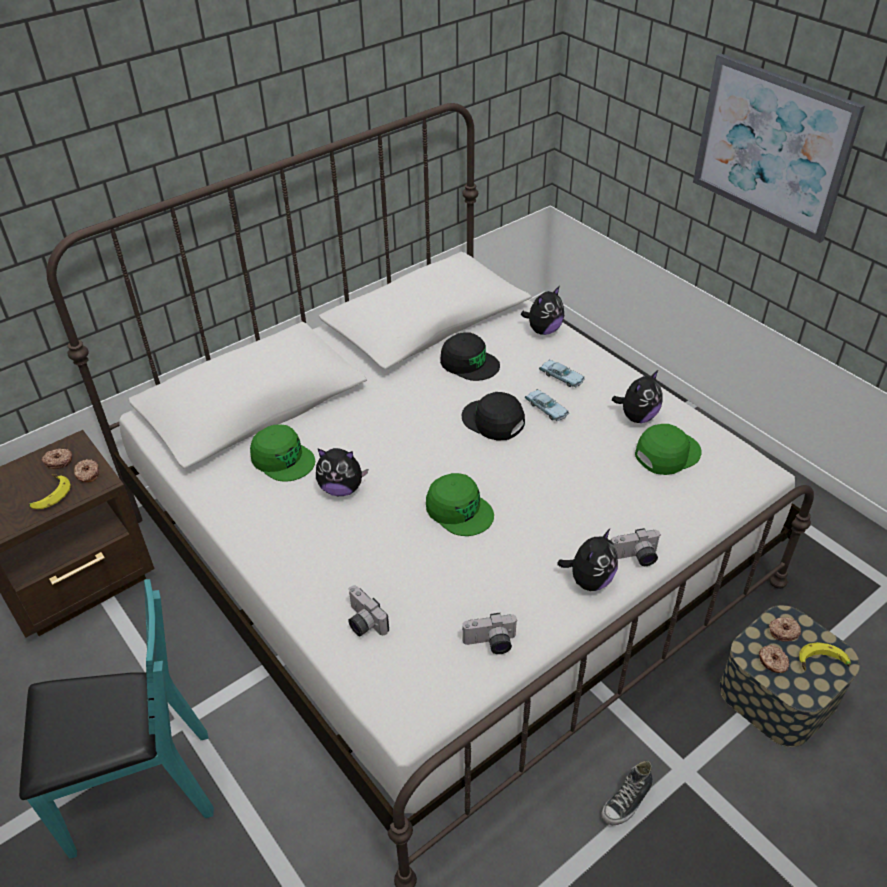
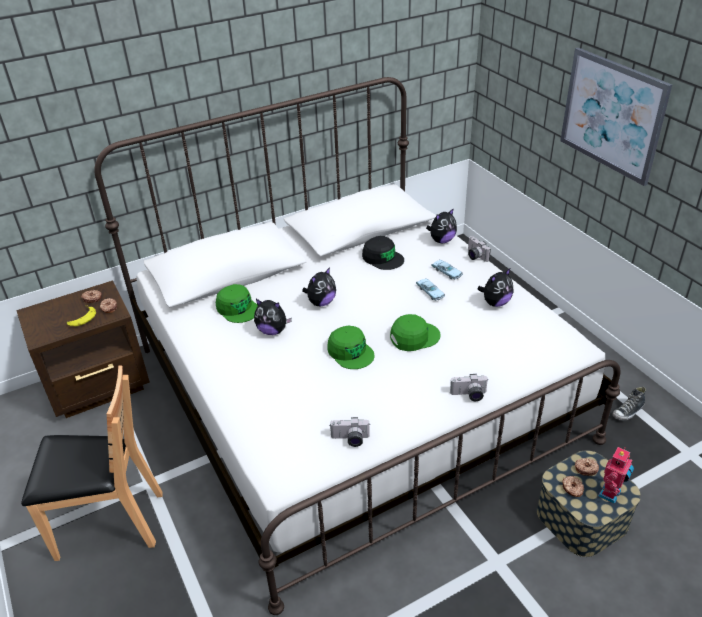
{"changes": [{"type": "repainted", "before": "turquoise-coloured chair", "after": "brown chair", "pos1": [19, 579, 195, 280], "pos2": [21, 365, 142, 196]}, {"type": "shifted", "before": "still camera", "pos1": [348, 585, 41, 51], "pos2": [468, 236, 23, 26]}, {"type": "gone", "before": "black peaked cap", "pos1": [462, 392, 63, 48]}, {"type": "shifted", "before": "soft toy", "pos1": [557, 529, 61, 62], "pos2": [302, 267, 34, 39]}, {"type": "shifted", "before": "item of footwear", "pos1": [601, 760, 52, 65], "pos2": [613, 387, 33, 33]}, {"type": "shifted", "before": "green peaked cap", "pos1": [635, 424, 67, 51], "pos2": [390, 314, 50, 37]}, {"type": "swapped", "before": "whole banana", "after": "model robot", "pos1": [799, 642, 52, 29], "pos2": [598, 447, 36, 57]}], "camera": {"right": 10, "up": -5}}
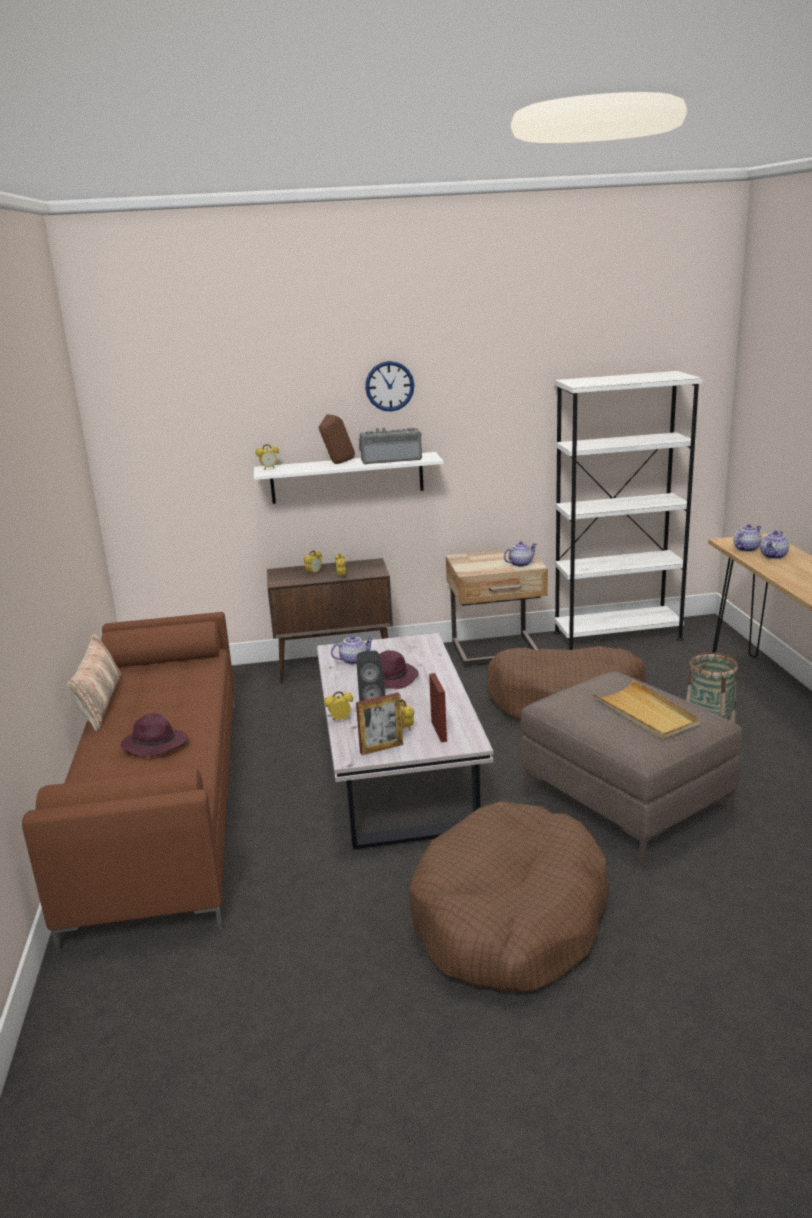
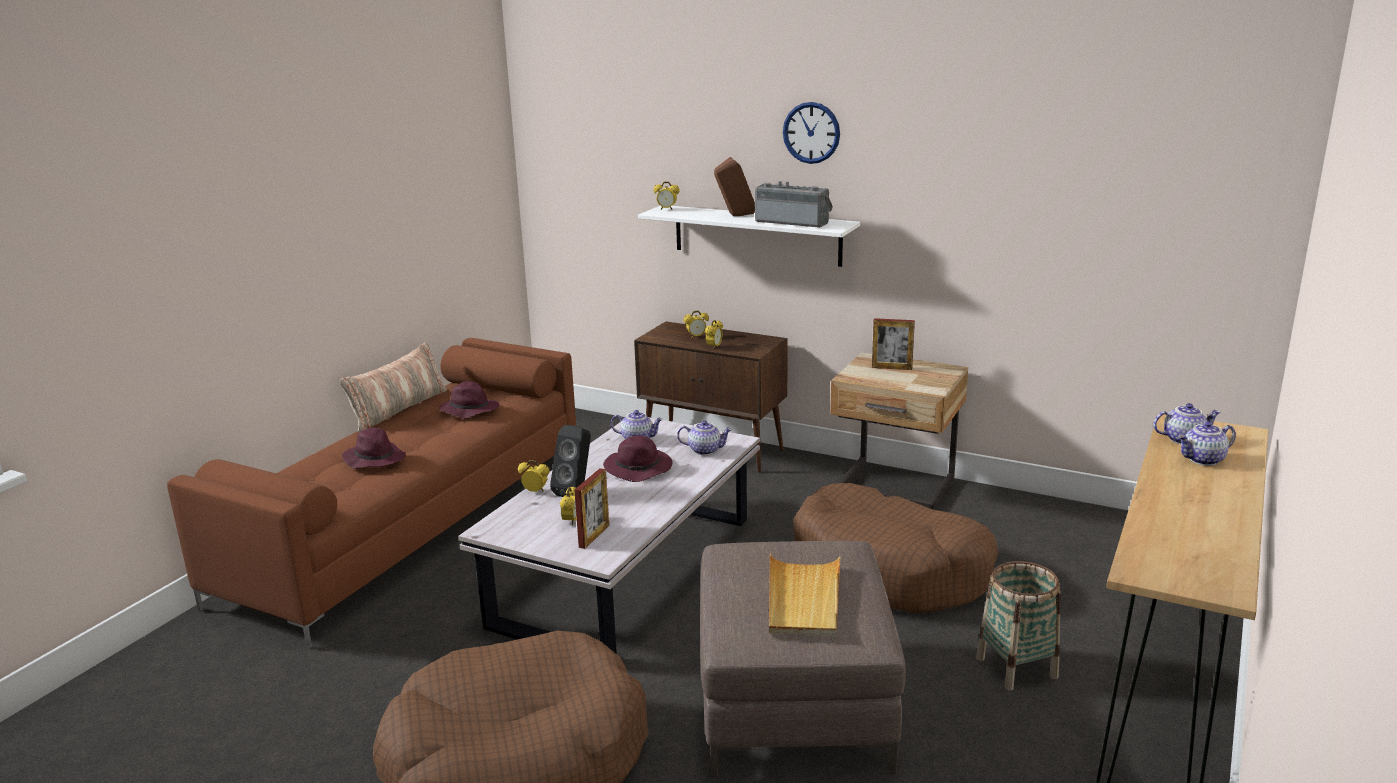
{"changes": [{"type": "shifted", "before": "standing frame", "pos1": [356, 693, 47, 62], "pos2": [872, 318, 43, 52]}, {"type": "shifted", "before": "pot for tea", "pos1": [504, 541, 33, 26], "pos2": [677, 420, 55, 35]}, {"type": "gone", "before": "white bookcase", "pos1": [554, 371, 149, 279]}, {"type": "new", "after": "purple hat", "pos2": [439, 381, 61, 38]}], "camera": {"right": 35, "up": 0}}
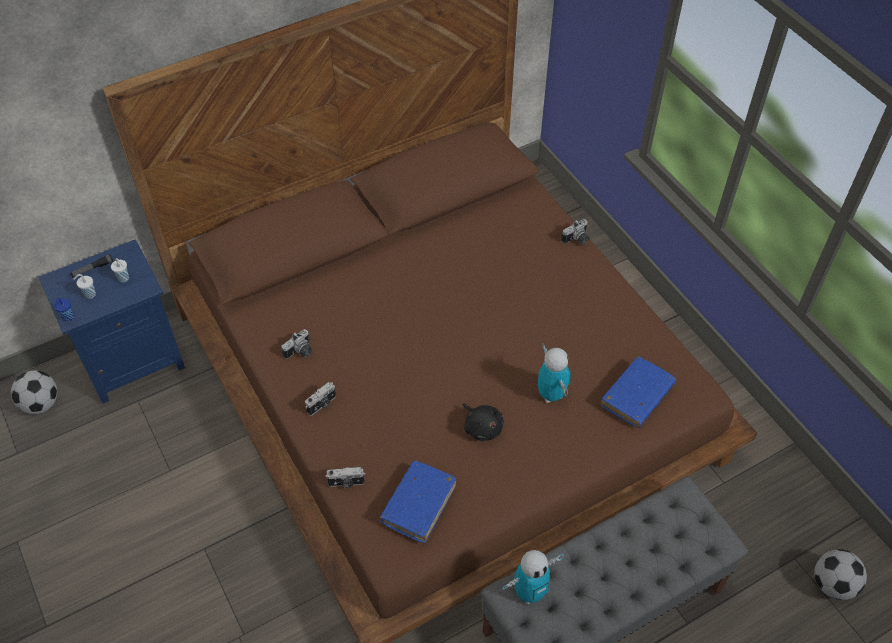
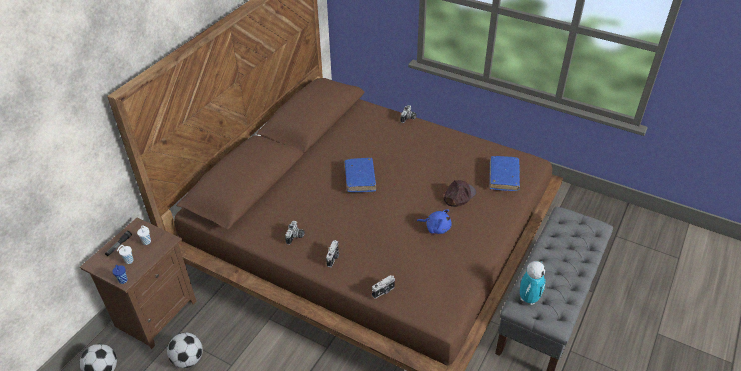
{"changes": [{"type": "repainted", "before": "bluish night table", "after": "brown night table", "pos1": [38, 239, 147, 165], "pos2": [80, 218, 116, 131]}, {"type": "shifted", "before": "bluish book", "pos1": [380, 461, 76, 82], "pos2": [345, 158, 31, 34]}, {"type": "repainted", "before": "black soft toy", "after": "bluish soft toy", "pos1": [463, 403, 41, 38], "pos2": [417, 209, 35, 25]}, {"type": "swapped", "before": "model robot", "after": "brown peaked cap", "pos1": [538, 344, 33, 59], "pos2": [444, 180, 32, 27]}, {"type": "shifted", "before": "ball for football", "pos1": [814, 549, 53, 51], "pos2": [167, 333, 36, 35]}], "camera": {"right": -30, "up": -10}}
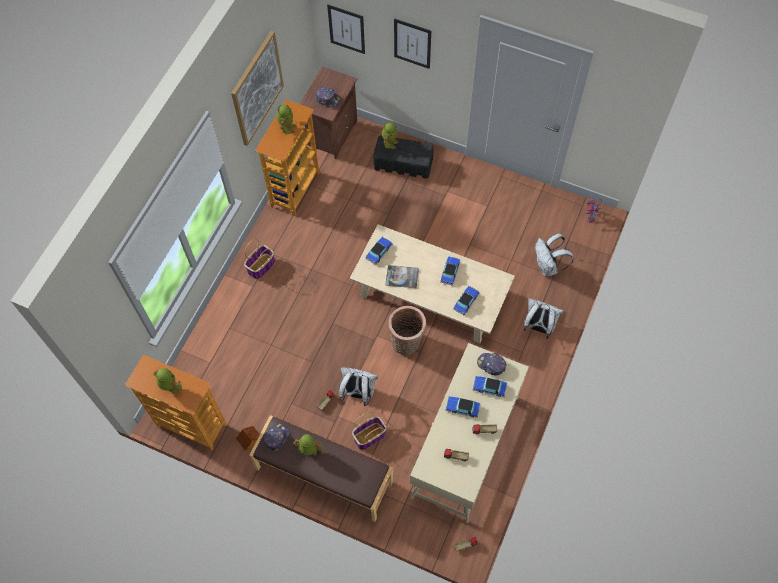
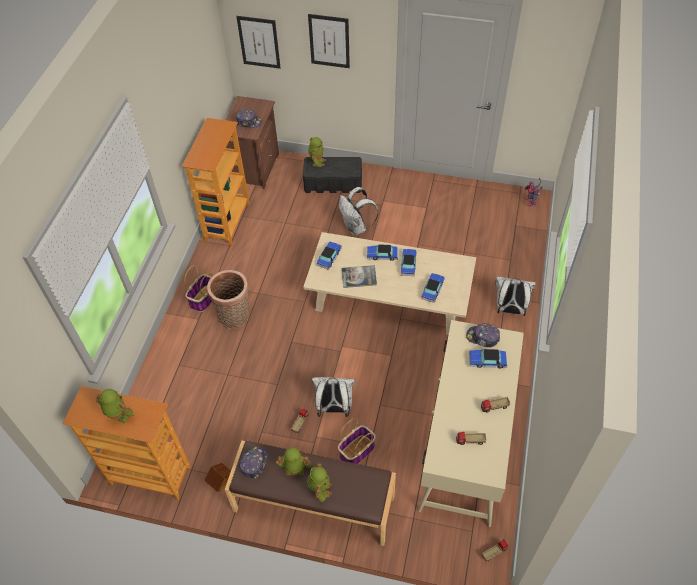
{"changes": [{"type": "gone", "before": "picture", "pos1": [231, 31, 53, 115]}, {"type": "shifted", "before": "model robot", "pos1": [277, 105, 20, 30], "pos2": [307, 463, 25, 39]}, {"type": "shifted", "before": "basket", "pos1": [388, 306, 38, 49], "pos2": [207, 270, 42, 59]}, {"type": "shifted", "before": "model car", "pos1": [446, 396, 34, 22], "pos2": [367, 245, 31, 16]}, {"type": "shifted", "before": "white backpack", "pos1": [535, 233, 38, 43], "pos2": [339, 187, 39, 48]}], "camera": {"right": -10, "up": -10}}
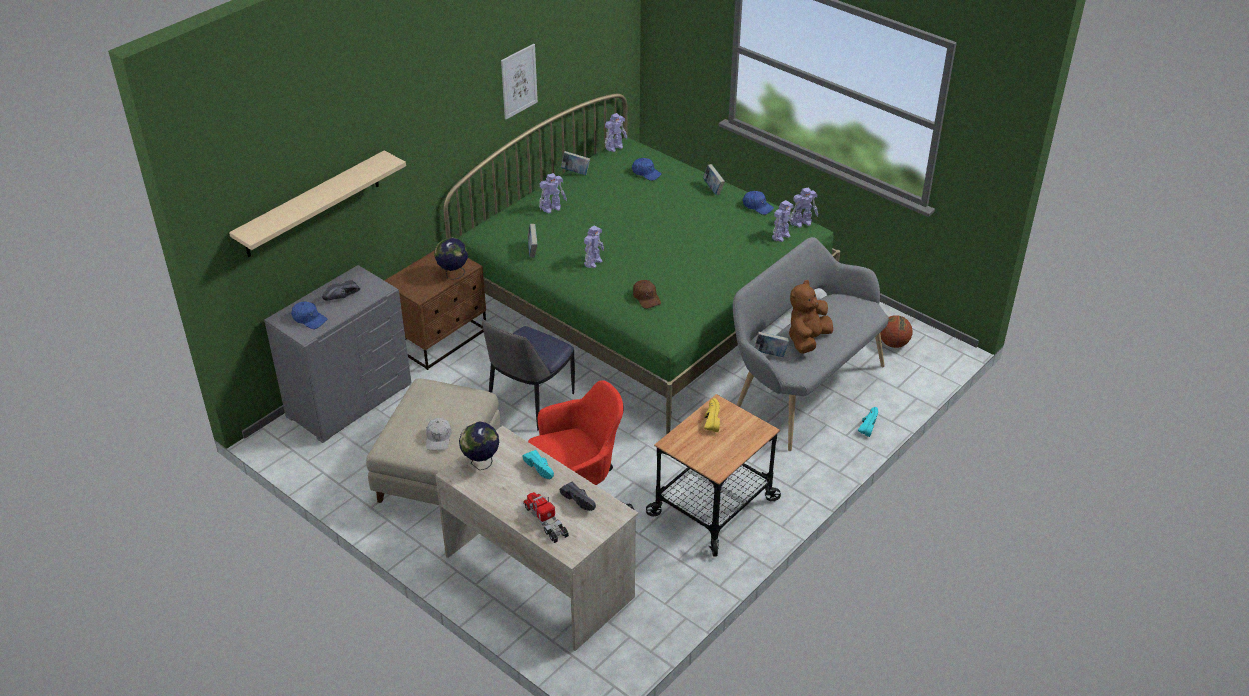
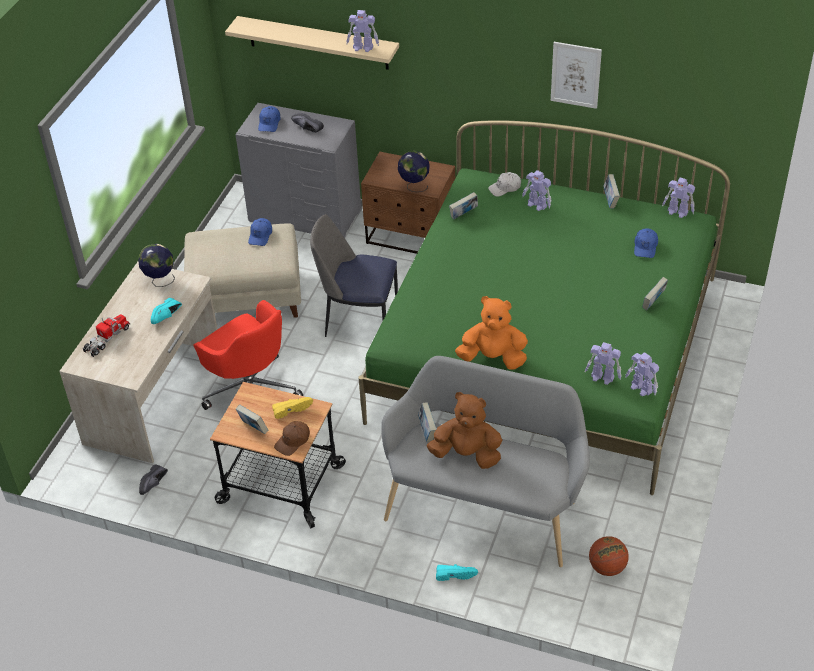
{"changes": [{"type": "shifted", "before": "white peaked cap", "pos1": [426, 418, 26, 32], "pos2": [488, 172, 33, 25]}, {"type": "shifted", "before": "black item of footwear", "pos1": [560, 482, 36, 29], "pos2": [139, 464, 29, 31]}, {"type": "shifted", "before": "model robot", "pos1": [584, 225, 20, 43], "pos2": [346, 10, 33, 42]}, {"type": "shifted", "before": "brown peaked cap", "pos1": [633, 280, 28, 29], "pos2": [274, 421, 36, 35]}, {"type": "shifted", "before": "bluish peaked cap", "pos1": [743, 191, 31, 24], "pos2": [248, 218, 24, 28]}, {"type": "new", "after": "book", "pos2": [236, 405, 32, 29]}, {"type": "new", "after": "orange-coloured soft toy", "pos2": [455, 296, 73, 74]}], "camera": {"right": 70, "up": 5}}
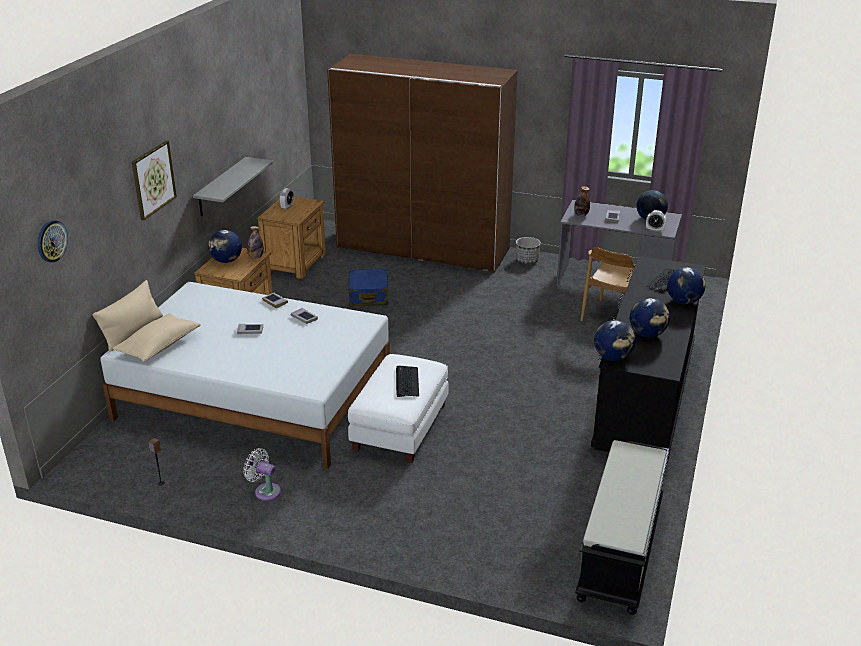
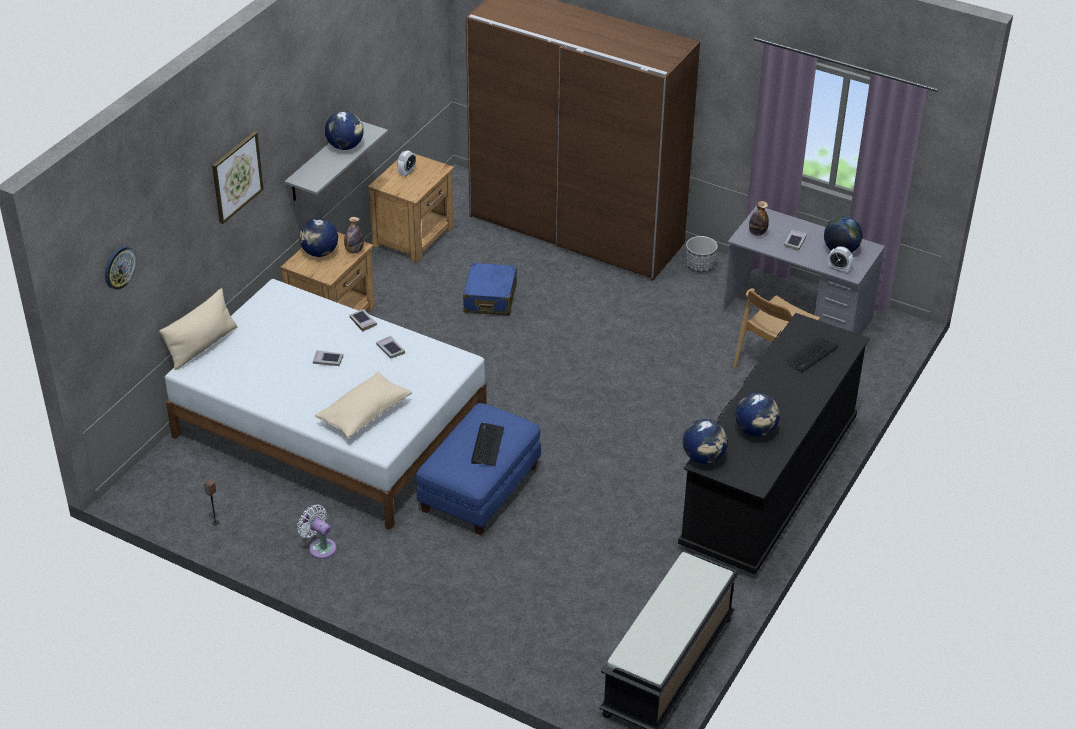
{"changes": [{"type": "shifted", "before": "sand-coloured throw pillow", "pos1": [113, 313, 88, 49], "pos2": [315, 371, 97, 67]}, {"type": "repainted", "before": "white ottoman", "after": "bluish ottoman", "pos1": [348, 354, 101, 109], "pos2": [416, 403, 125, 132]}, {"type": "shifted", "before": "globe", "pos1": [667, 267, 38, 37], "pos2": [325, 111, 39, 39]}], "camera": {"right": 10, "up": 10}}
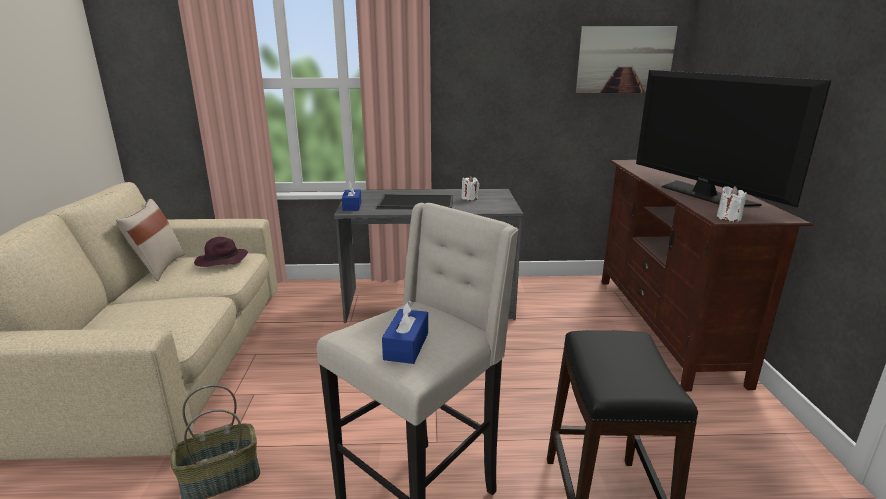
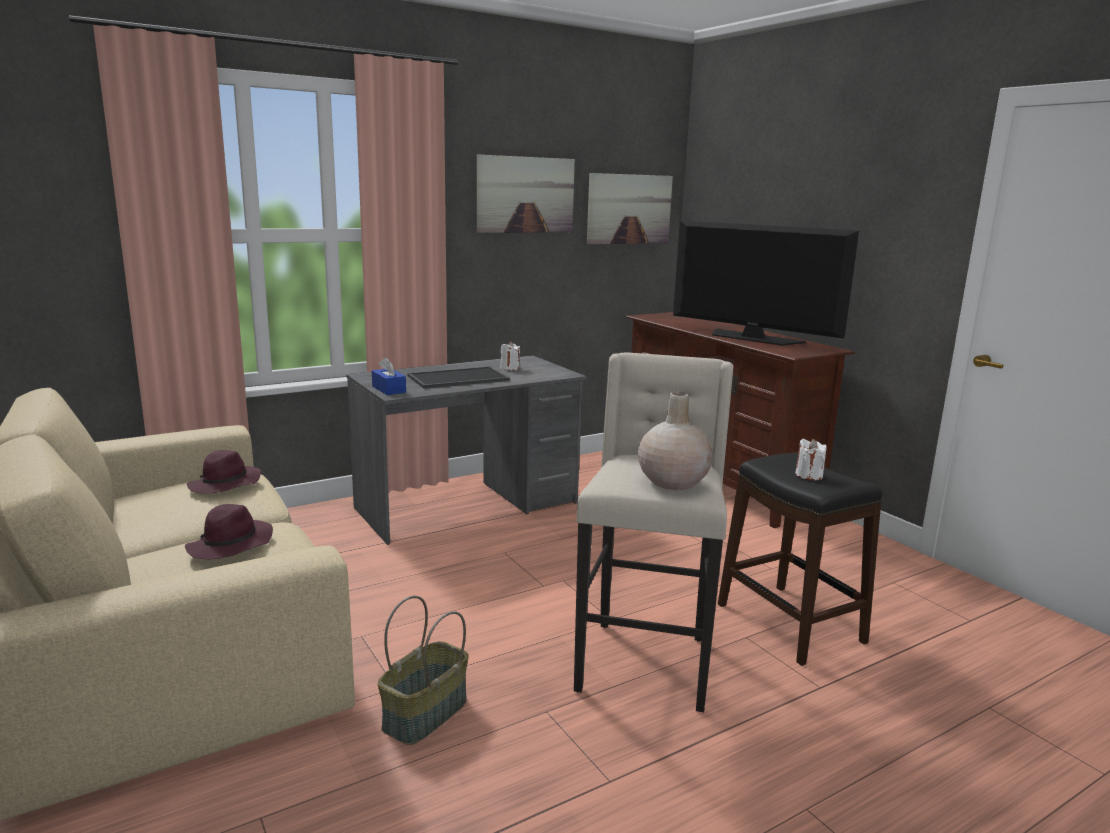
{"changes": [{"type": "gone", "before": "sand-coloured throw pillow", "pos1": [116, 199, 69, 82]}, {"type": "swapped", "before": "bluish tissue holder", "after": "sand-coloured decorative vase", "pos1": [382, 300, 46, 64], "pos2": [638, 392, 75, 98]}, {"type": "shifted", "before": "white wax candle", "pos1": [717, 186, 30, 36], "pos2": [795, 439, 32, 41]}, {"type": "new", "after": "purple hat", "pos2": [185, 504, 88, 55]}, {"type": "new", "after": "picture", "pos2": [477, 154, 98, 79]}], "camera": {"right": -30, "up": -5}}
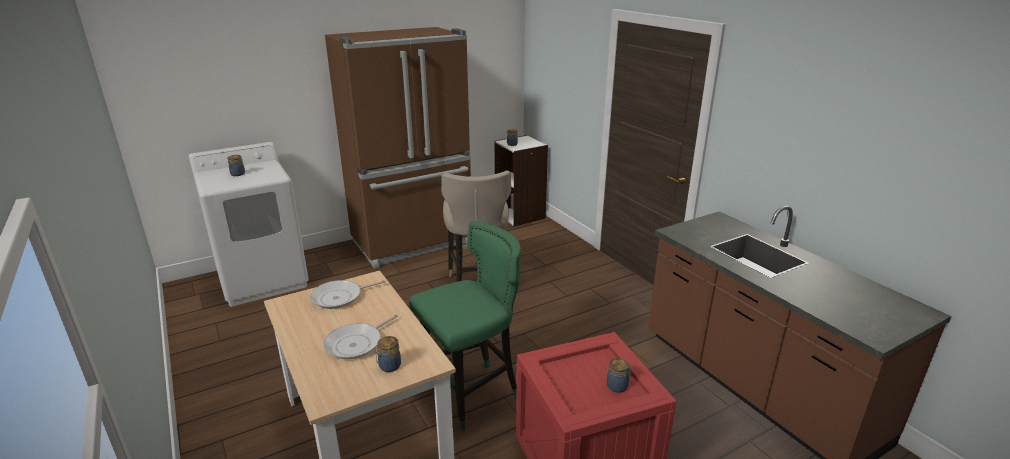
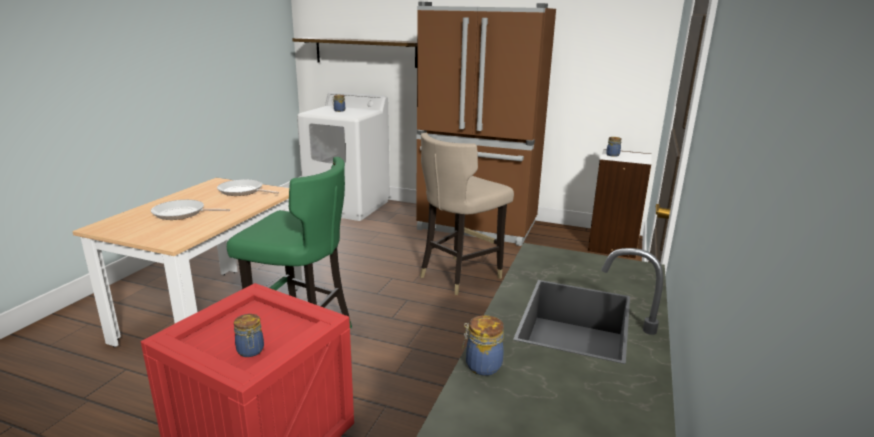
{"changes": [{"type": "shifted", "before": "preserve jar", "pos1": [375, 336, 26, 36], "pos2": [462, 315, 42, 61]}, {"type": "new", "after": "shelf", "pos2": [292, 37, 125, 31]}], "camera": {"right": 50, "up": -5}}
